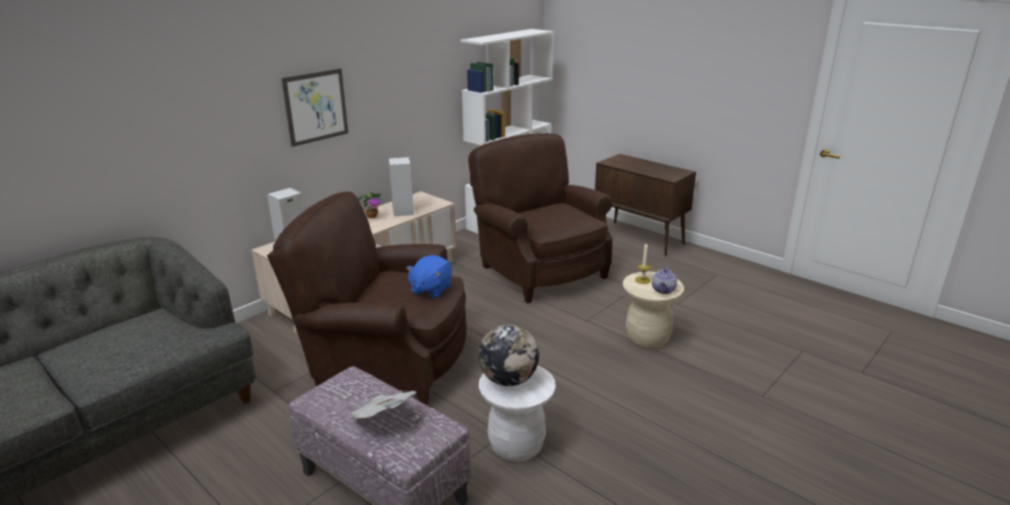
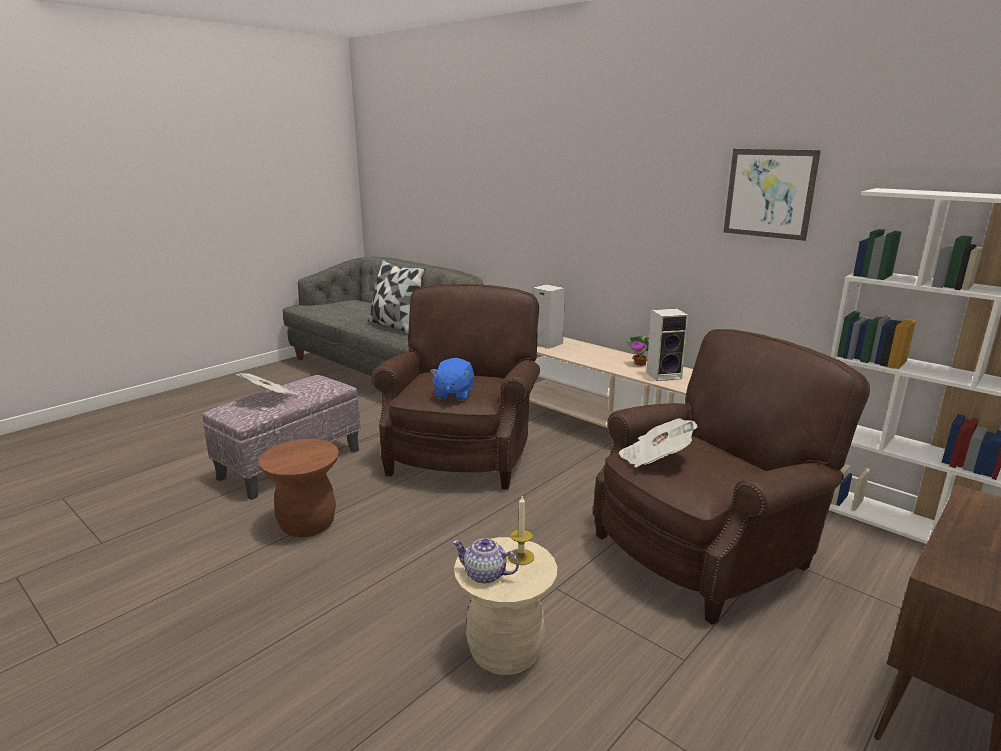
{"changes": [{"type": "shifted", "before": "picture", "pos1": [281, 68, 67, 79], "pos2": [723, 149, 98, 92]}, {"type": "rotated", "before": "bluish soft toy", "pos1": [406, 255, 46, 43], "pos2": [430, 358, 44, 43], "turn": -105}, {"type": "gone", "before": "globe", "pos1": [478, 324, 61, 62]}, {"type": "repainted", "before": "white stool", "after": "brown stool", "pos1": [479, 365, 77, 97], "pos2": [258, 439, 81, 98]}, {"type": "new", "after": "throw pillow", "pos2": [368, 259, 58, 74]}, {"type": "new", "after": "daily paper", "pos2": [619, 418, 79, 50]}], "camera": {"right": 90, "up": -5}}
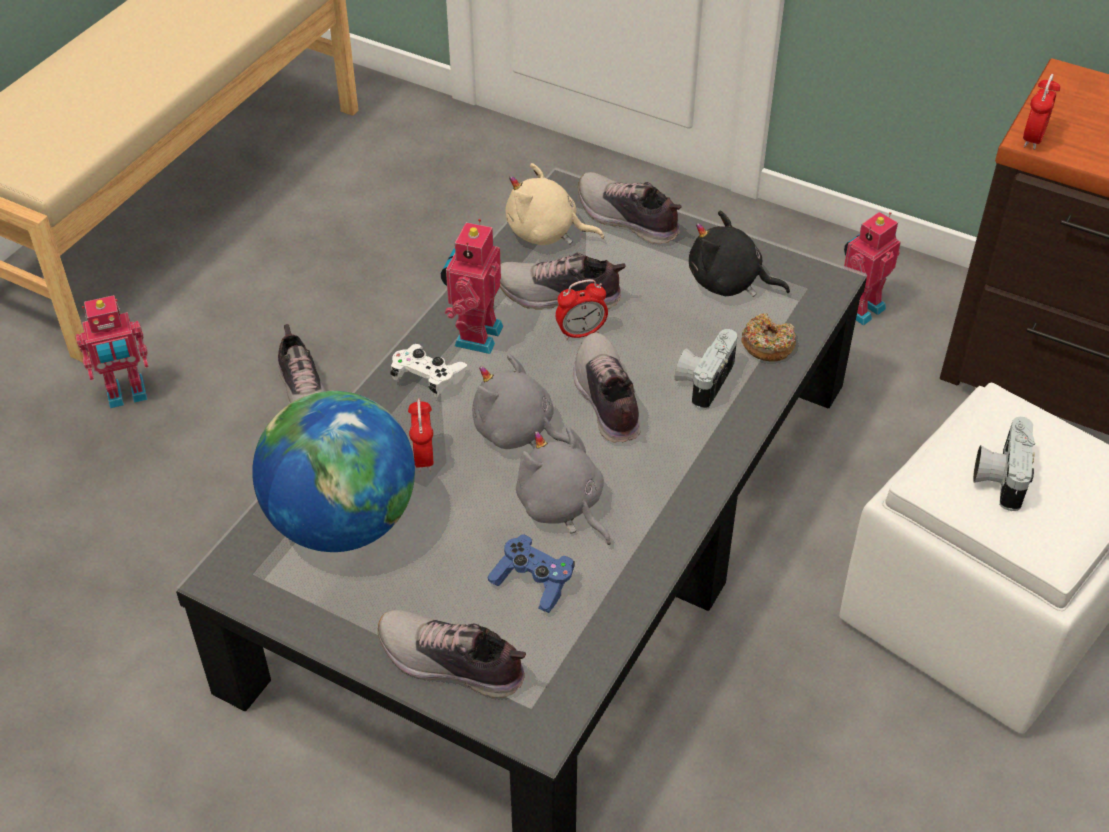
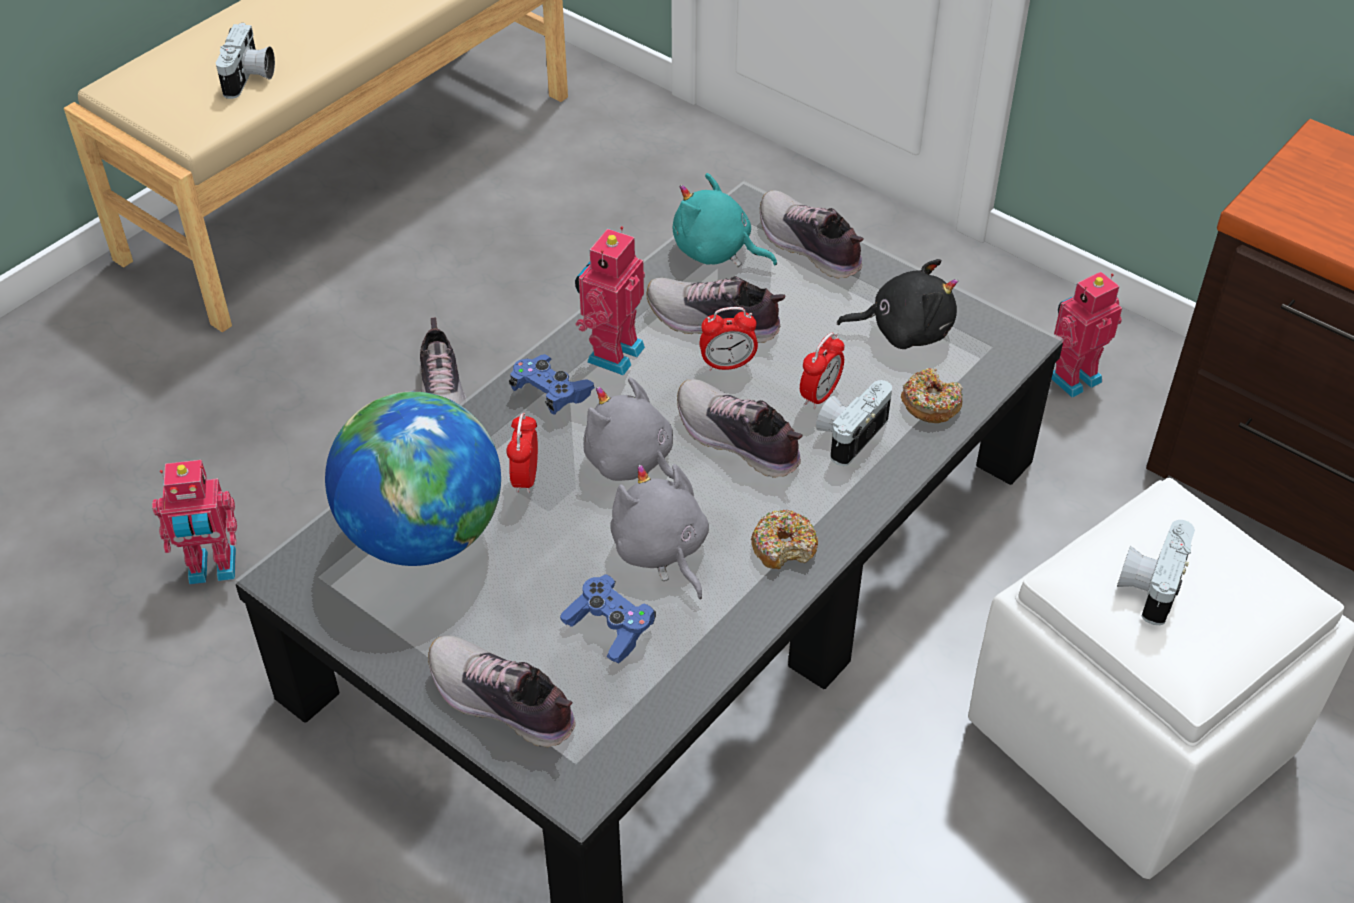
{"changes": [{"type": "shifted", "before": "model robot", "pos1": [76, 295, 73, 114], "pos2": [152, 460, 85, 125]}, {"type": "repainted", "before": "white game controller", "after": "bluish game controller", "pos1": [390, 344, 78, 53], "pos2": [509, 354, 86, 61]}, {"type": "repainted", "before": "sand-coloured soft toy", "after": "turquoise-coloured soft toy", "pos1": [506, 163, 98, 82], "pos2": [673, 173, 104, 94]}, {"type": "rotated", "before": "item of footwear", "pos1": [573, 333, 67, 110], "pos2": [677, 379, 126, 99], "turn": -45}, {"type": "rotated", "before": "black soft toy", "pos1": [689, 211, 101, 86], "pos2": [837, 259, 121, 90], "turn": 150}, {"type": "shifted", "before": "bedside clock", "pos1": [1023, 74, 37, 76], "pos2": [800, 333, 44, 76]}, {"type": "new", "after": "still camera", "pos2": [216, 23, 59, 76]}, {"type": "new", "after": "doughnut", "pos2": [751, 510, 67, 59]}], "camera": {"right": 10, "up": 0}}
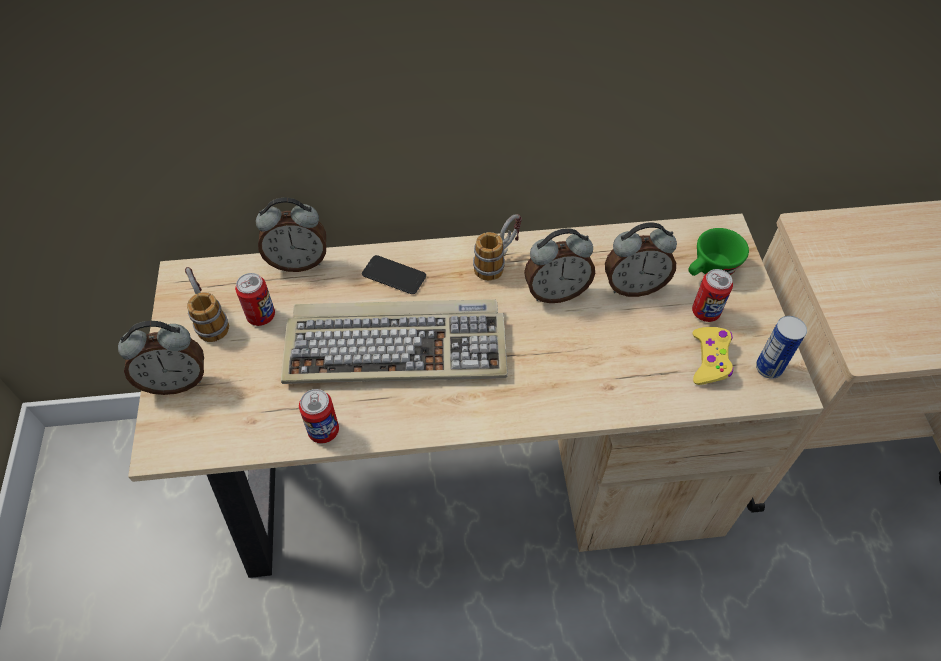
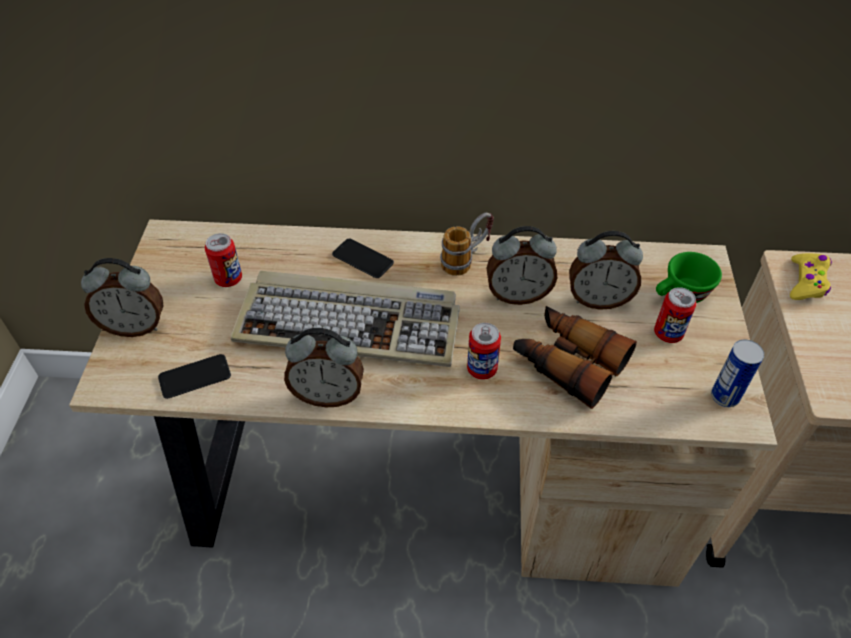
{"changes": [{"type": "gone", "before": "coffee mug", "pos1": [185, 267, 44, 75]}, {"type": "shifted", "before": "bedside clock", "pos1": [256, 198, 70, 74], "pos2": [284, 328, 80, 79]}, {"type": "shifted", "before": "metal can", "pos1": [299, 389, 40, 54], "pos2": [467, 323, 34, 57]}, {"type": "shifted", "before": "yellow-coloured game controller", "pos1": [692, 327, 41, 58], "pos2": [790, 253, 42, 47]}, {"type": "new", "after": "telephone", "pos2": [158, 354, 73, 45]}, {"type": "new", "after": "pair of binoculars", "pos2": [513, 306, 124, 103]}], "camera": {"right": 10, "up": -5}}
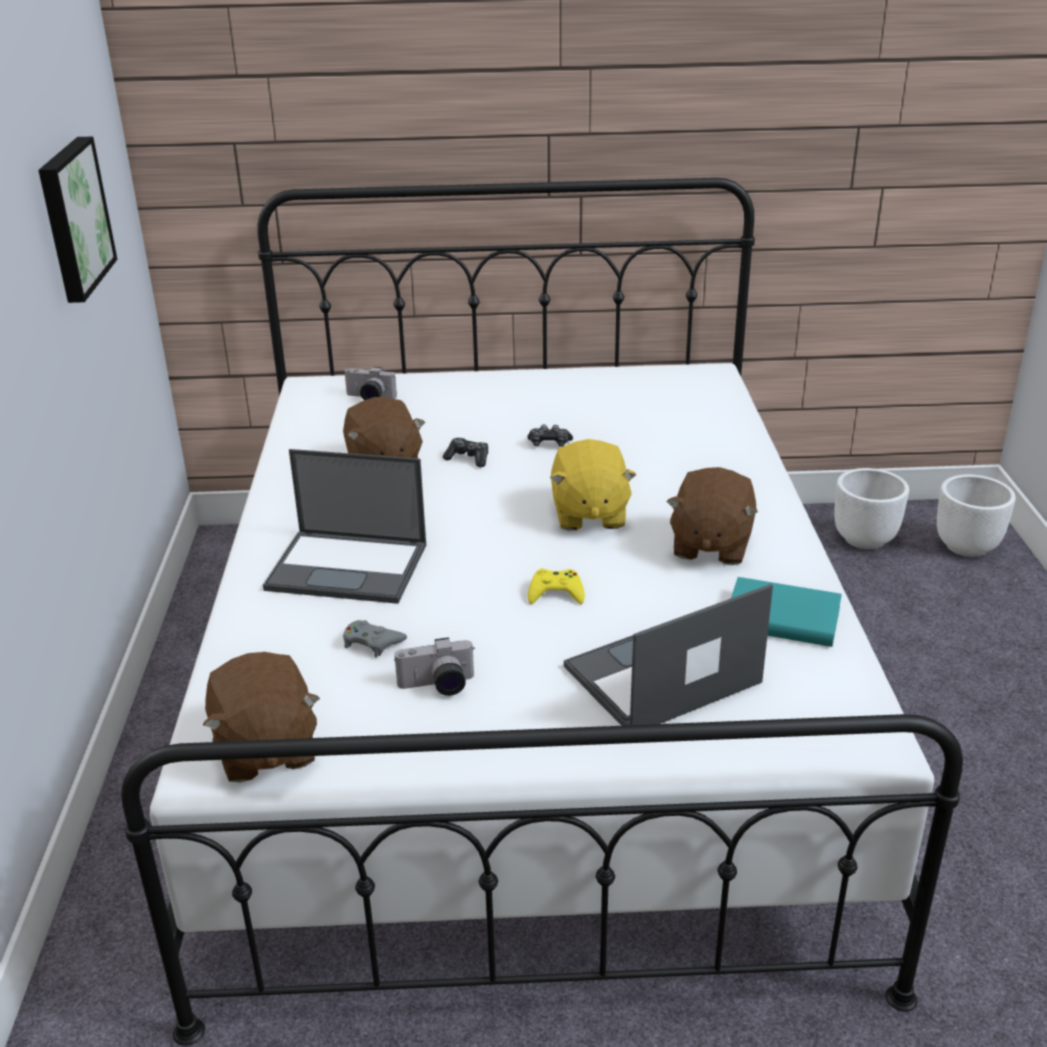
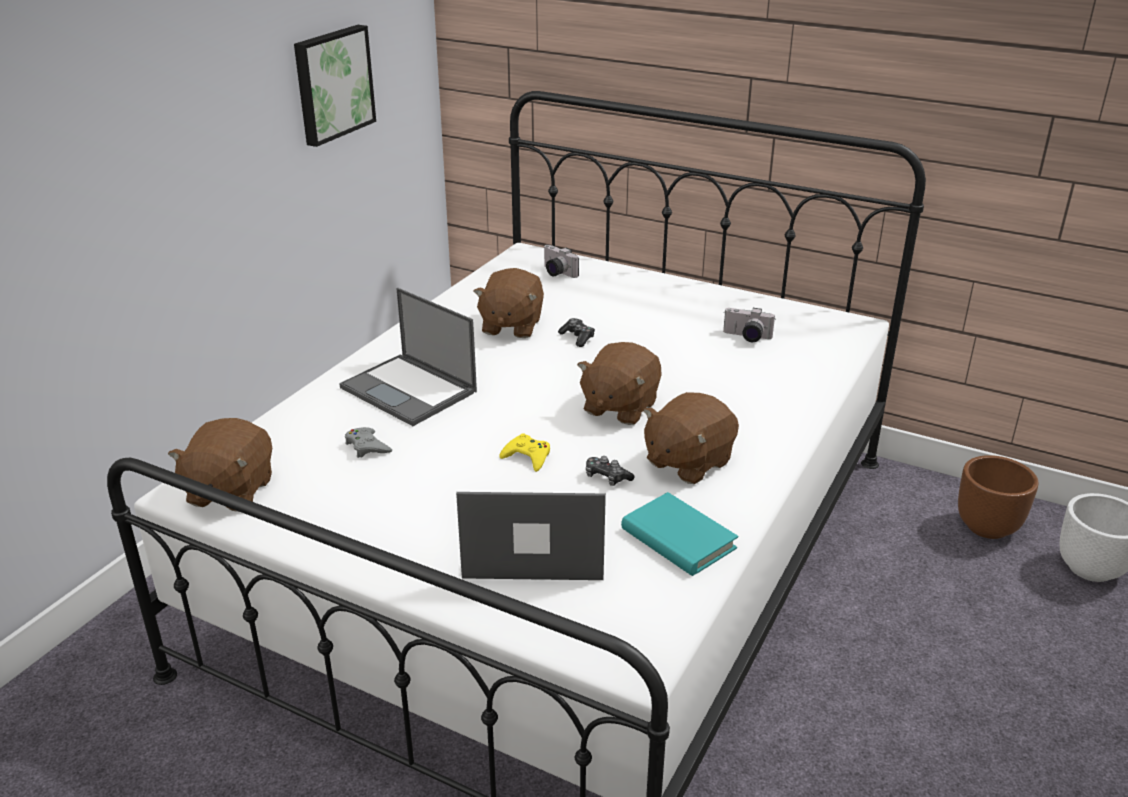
{"changes": [{"type": "shifted", "before": "still camera", "pos1": [394, 637, 81, 59], "pos2": [723, 308, 52, 34]}, {"type": "shifted", "before": "game controller", "pos1": [527, 425, 46, 22], "pos2": [586, 456, 48, 30]}, {"type": "repainted", "before": "yellow-coloured soft toy", "after": "brown soft toy", "pos1": [550, 439, 86, 92], "pos2": [577, 342, 85, 83]}, {"type": "repainted", "before": "white plant pot", "after": "brown plant pot", "pos1": [834, 468, 75, 81], "pos2": [958, 455, 80, 84]}], "camera": {"right": 30, "up": 0}}
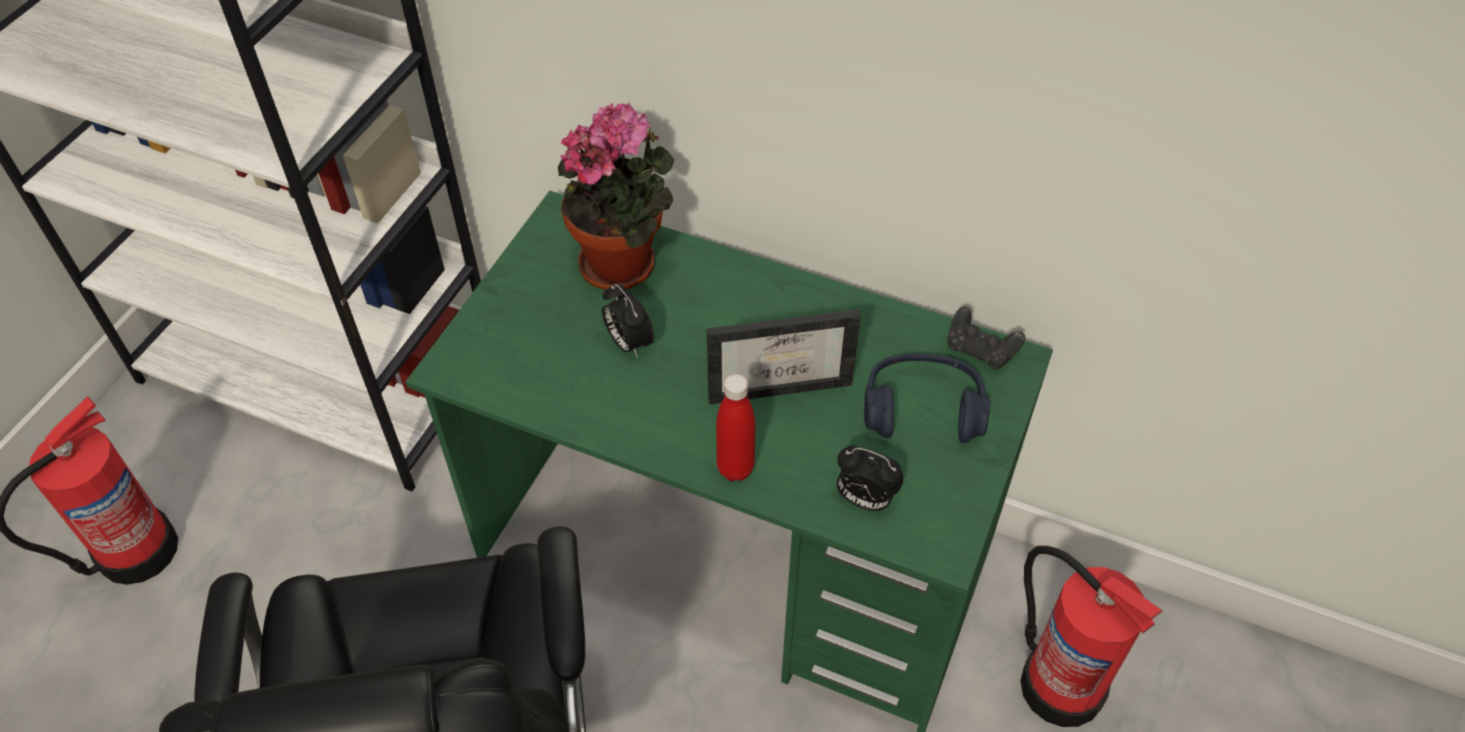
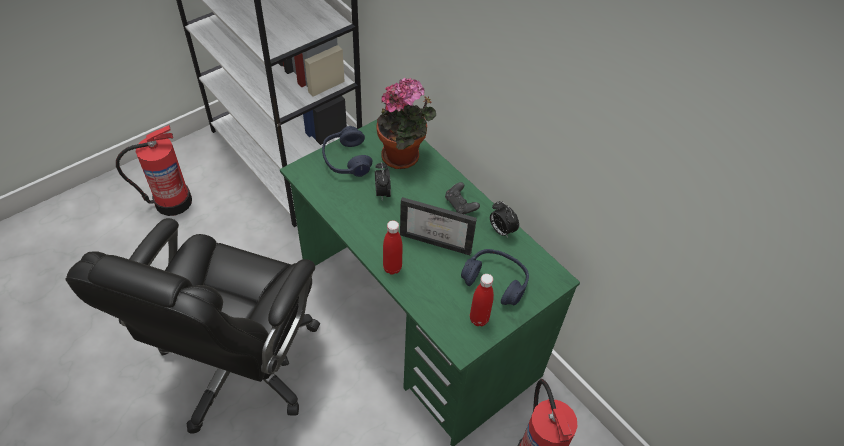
{"changes": [{"type": "shifted", "before": "bedside clock", "pos1": [837, 446, 67, 65], "pos2": [490, 201, 29, 37]}, {"type": "shifted", "before": "black game controller", "pos1": [948, 307, 77, 63], "pos2": [445, 182, 35, 32]}, {"type": "new", "after": "bluish headphones", "pos2": [322, 126, 50, 51]}, {"type": "new", "after": "red-coloured bottle", "pos2": [470, 274, 24, 52]}], "camera": {"right": 25, "up": 0}}
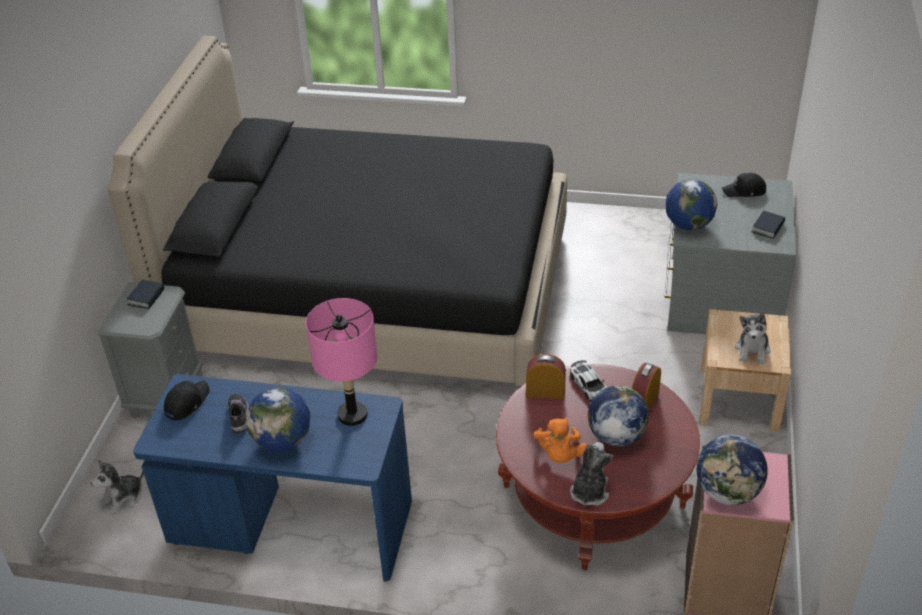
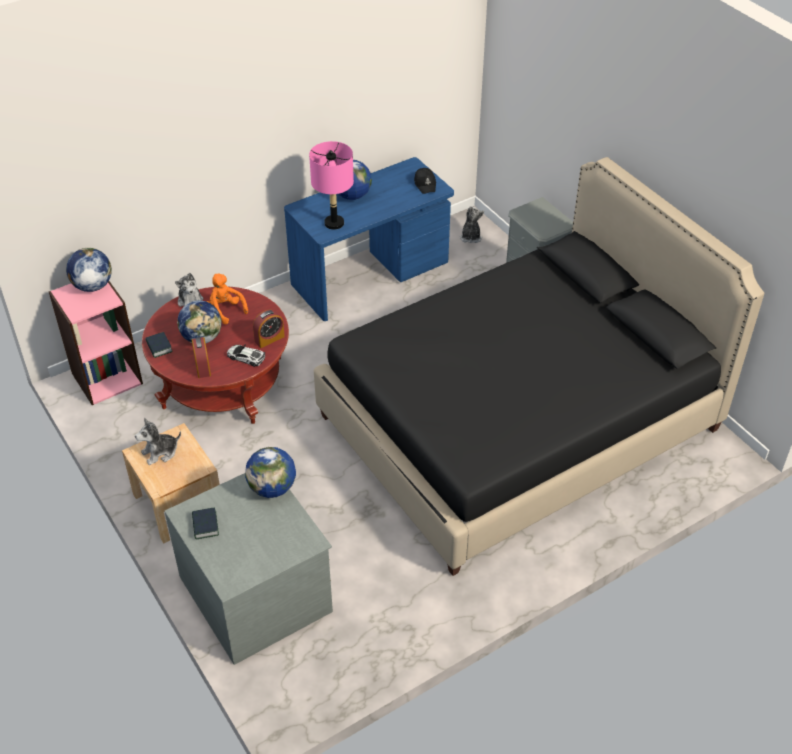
{"changes": [{"type": "shifted", "before": "book", "pos1": [127, 280, 37, 29], "pos2": [145, 332, 28, 26]}, {"type": "gone", "before": "item of footwear", "pos1": [228, 393, 21, 41]}, {"type": "gone", "before": "black peaked cap", "pos1": [722, 173, 44, 24]}, {"type": "rotated", "before": "soft toy", "pos1": [735, 313, 35, 51], "pos2": [135, 418, 46, 47], "turn": -90}], "camera": {"right": 135, "up": 5}}
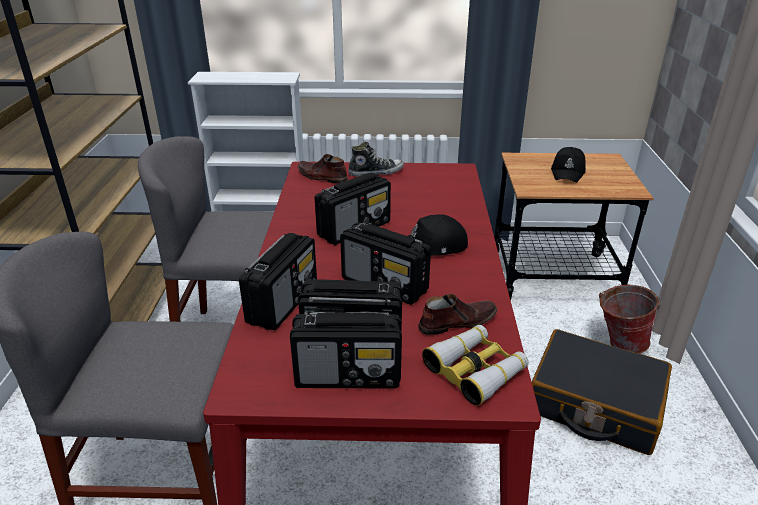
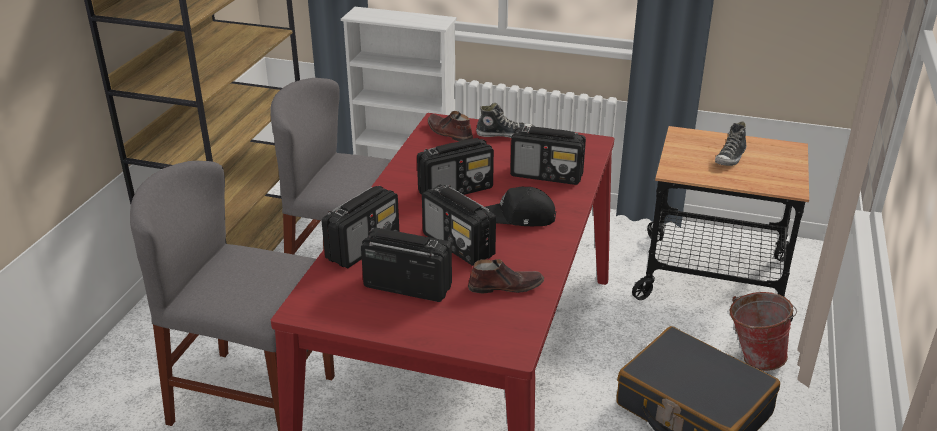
{"changes": [{"type": "shifted", "before": "radio receiver", "pos1": [290, 311, 112, 78], "pos2": [510, 126, 76, 59]}, {"type": "gone", "before": "pair of binoculars", "pos1": [422, 325, 107, 81]}, {"type": "swapped", "before": "black peaked cap", "after": "item of footwear", "pos1": [551, 147, 35, 36], "pos2": [715, 121, 31, 45]}], "camera": {"right": 15, "up": 0}}
